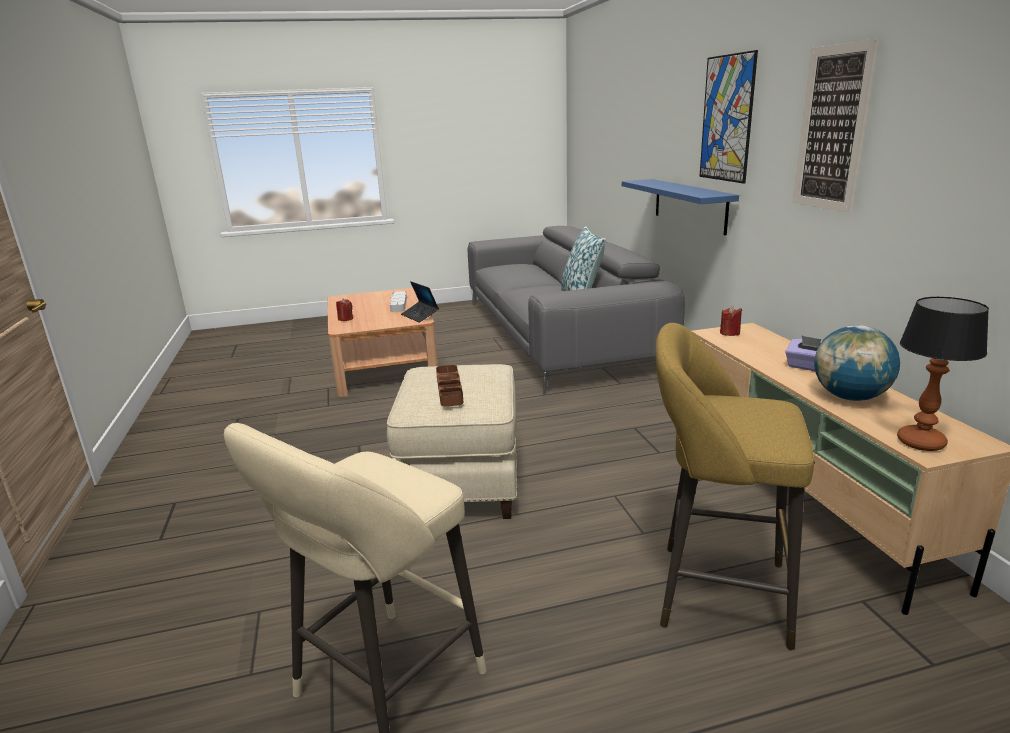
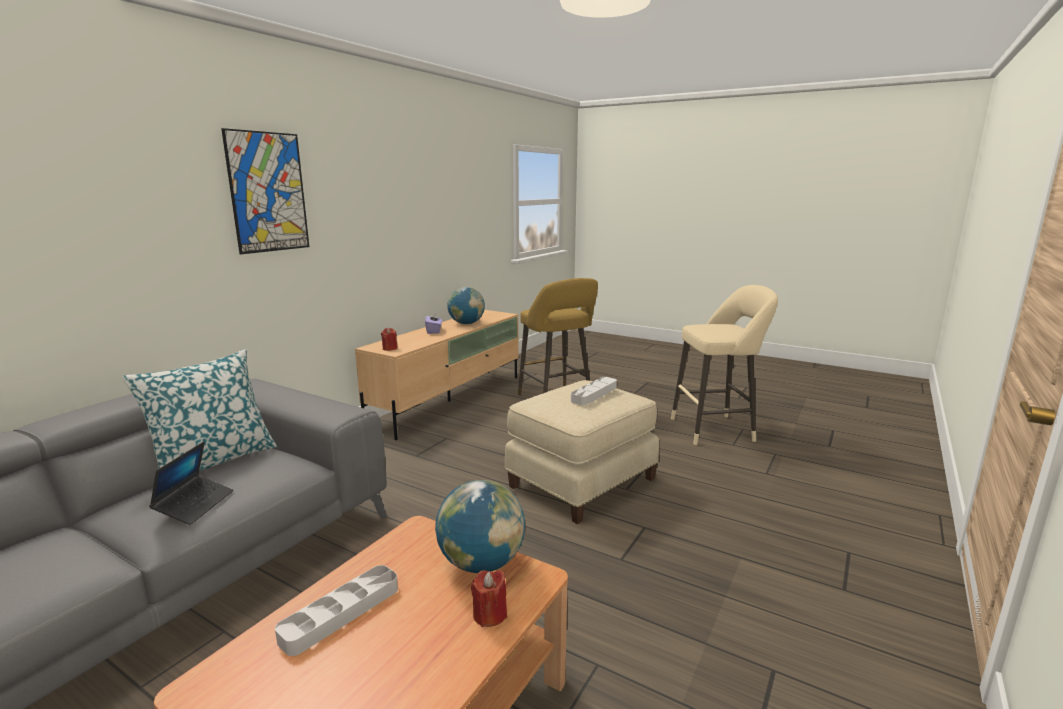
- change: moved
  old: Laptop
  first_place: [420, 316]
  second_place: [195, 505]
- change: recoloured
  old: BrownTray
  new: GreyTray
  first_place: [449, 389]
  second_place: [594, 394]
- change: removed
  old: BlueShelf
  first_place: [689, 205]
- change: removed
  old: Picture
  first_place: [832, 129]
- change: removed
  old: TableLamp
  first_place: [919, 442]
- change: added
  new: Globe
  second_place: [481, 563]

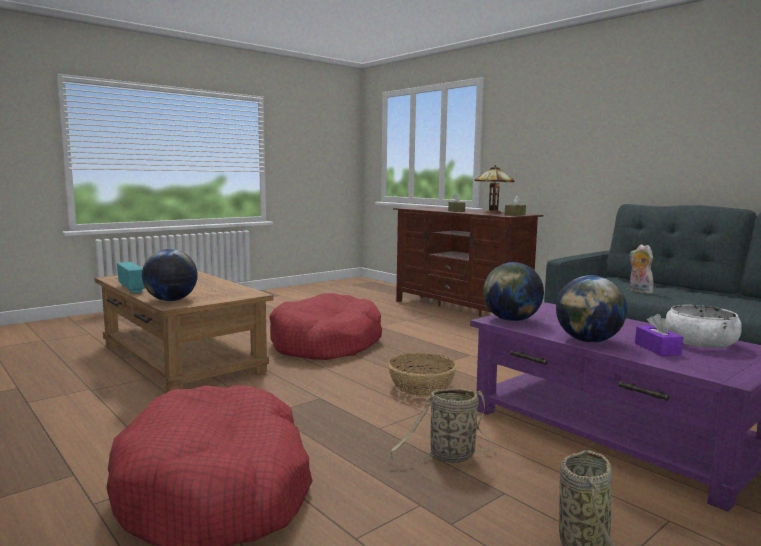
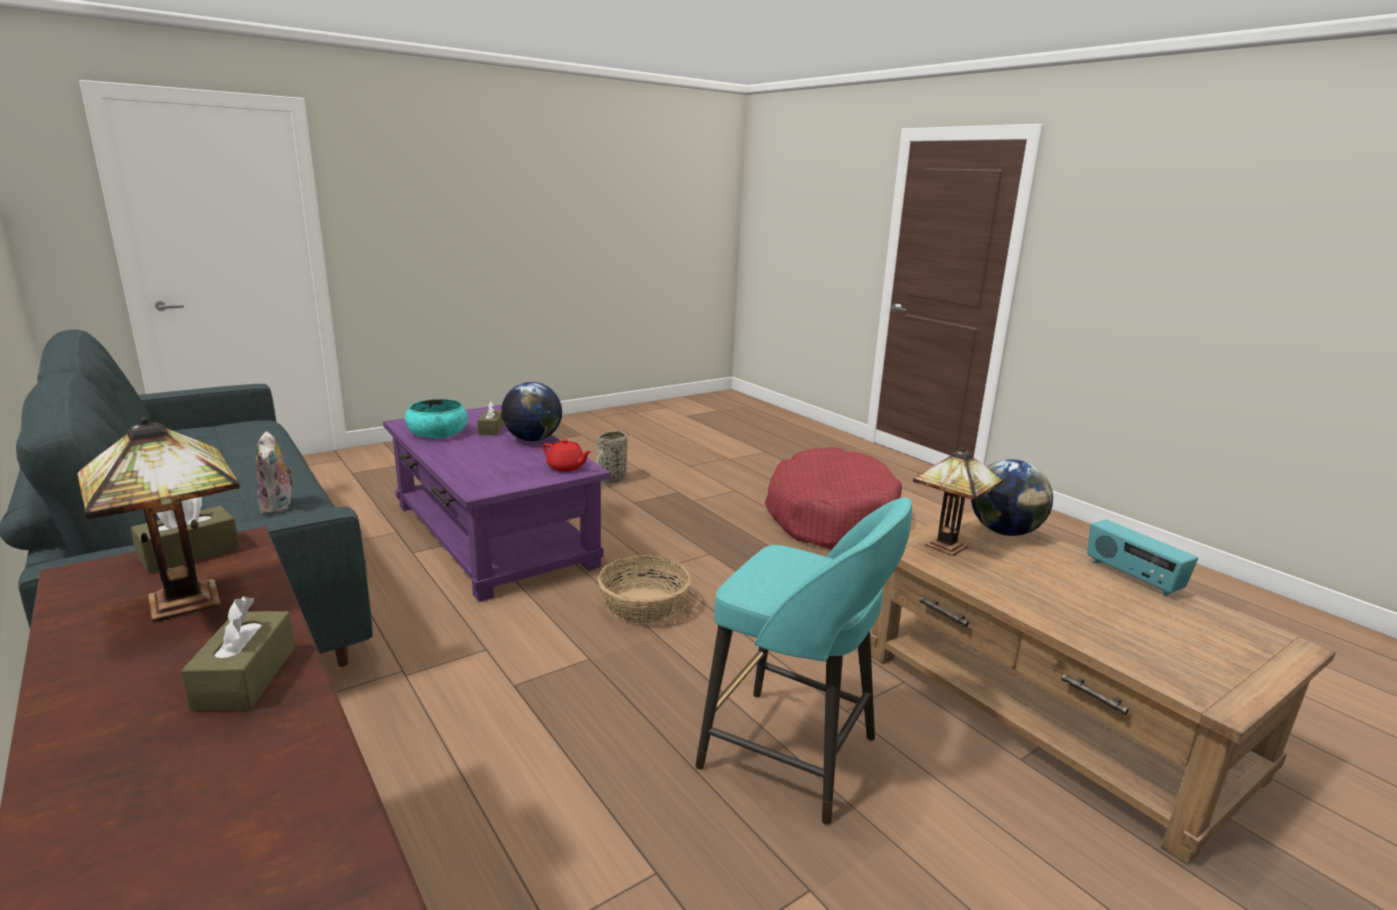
- change: replaced
  old: RedDogBed
  new: TurquoiseStool
  first_place: [326, 343]
  second_place: [793, 755]
- change: removed
  old: Basket
  first_place: [449, 457]
- change: replaced
  old: Globe
  new: RedTeapot
  first_place: [511, 320]
  second_place: [566, 467]
- change: recoloured
  old: PurpleTissueBox
  new: BrownTissueBox
  first_place: [657, 349]
  second_place: [491, 429]
- change: recoloured
  old: WhiteBowl
  new: TurquoiseBowl
  first_place: [700, 342]
  second_place: [438, 433]
- change: added
  new: TableLamp
  second_place: [949, 546]

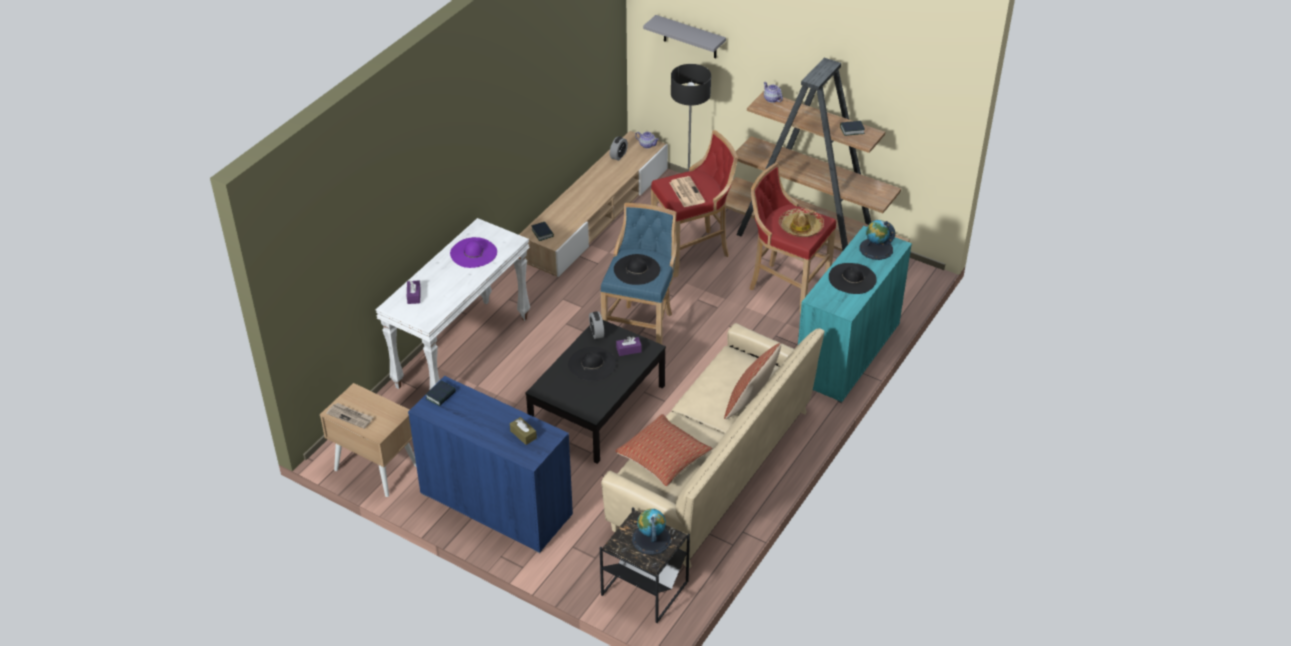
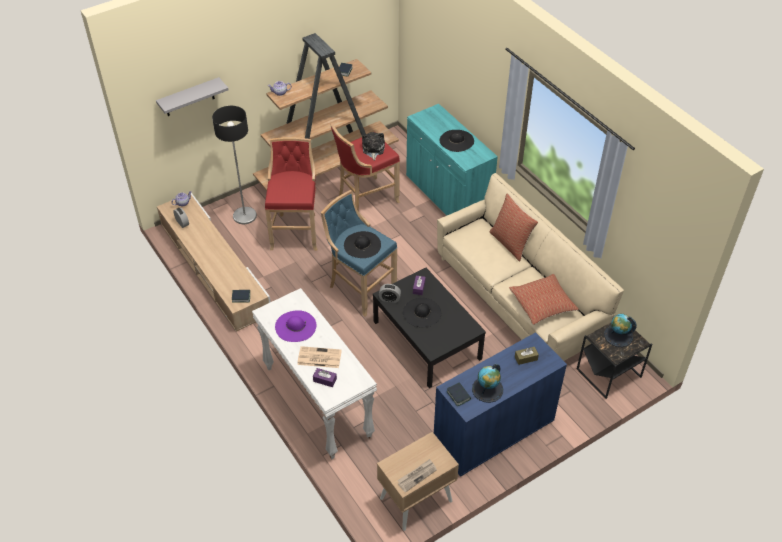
- change: moved
  old: Newspaper
  first_place: [686, 192]
  second_place: [318, 358]
- change: replaced
  old: Hat
  new: PlushToy
  first_place: [800, 227]
  second_place: [373, 149]
- change: moved
  old: Globe
  first_place: [876, 249]
  second_place: [487, 389]

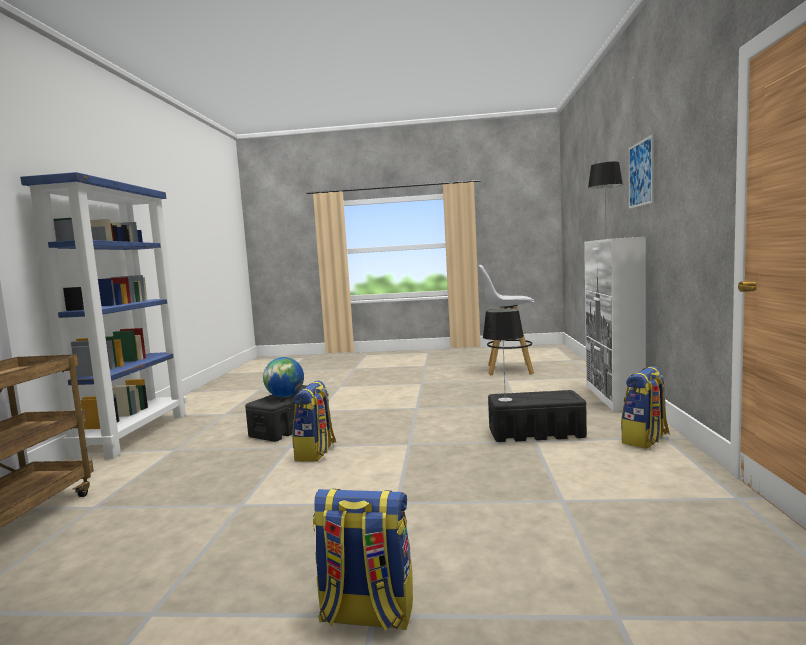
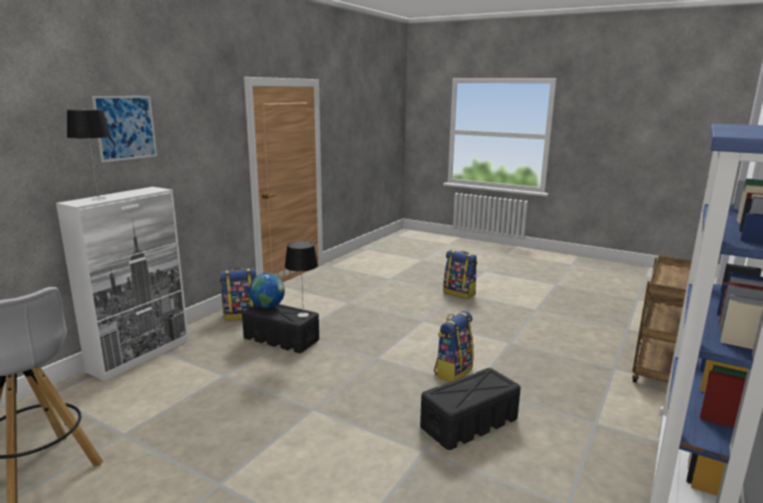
- change: moved
  old: Globe
  first_place: [285, 396]
  second_place: [267, 307]

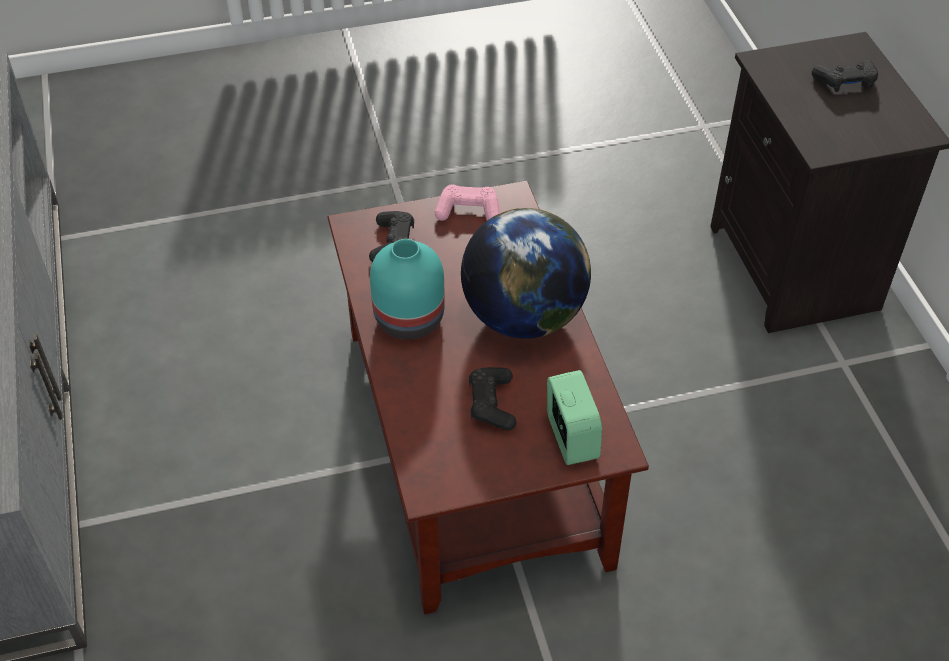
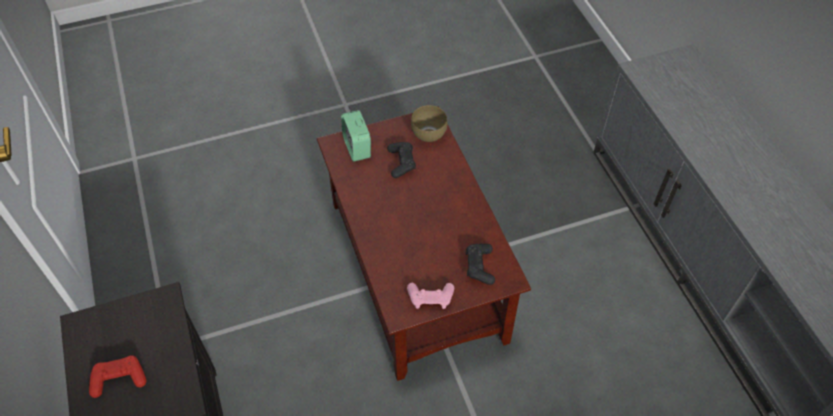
- change: removed
  old: TurquoiseVase
  first_place: [407, 318]
- change: removed
  old: Globe
  first_place: [524, 317]
- change: recoloured
  old: BlackGameController
  new: RedGameController
  first_place: [845, 82]
  second_place: [119, 379]
- change: added
  new: BrownBowl
  second_place: [427, 135]

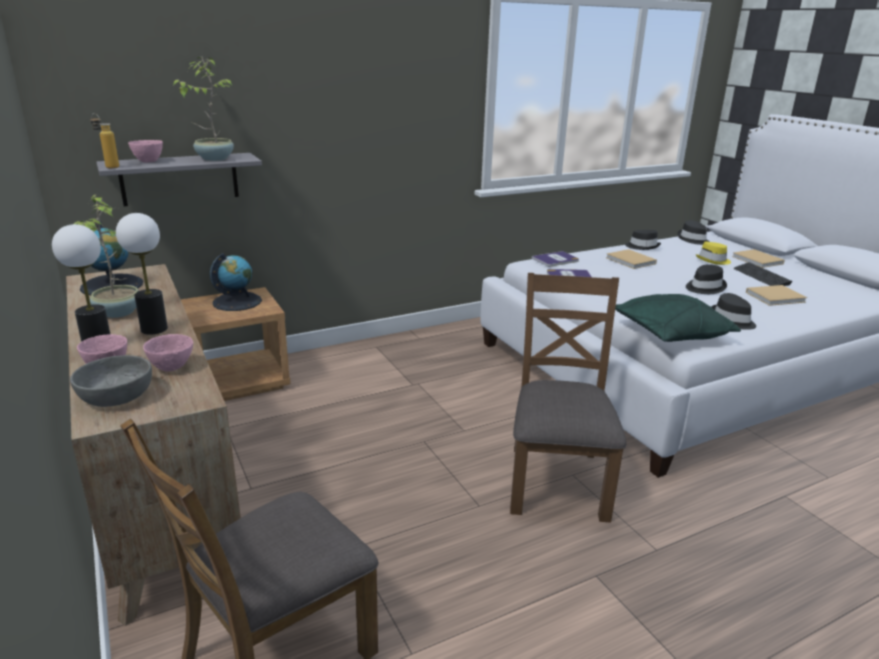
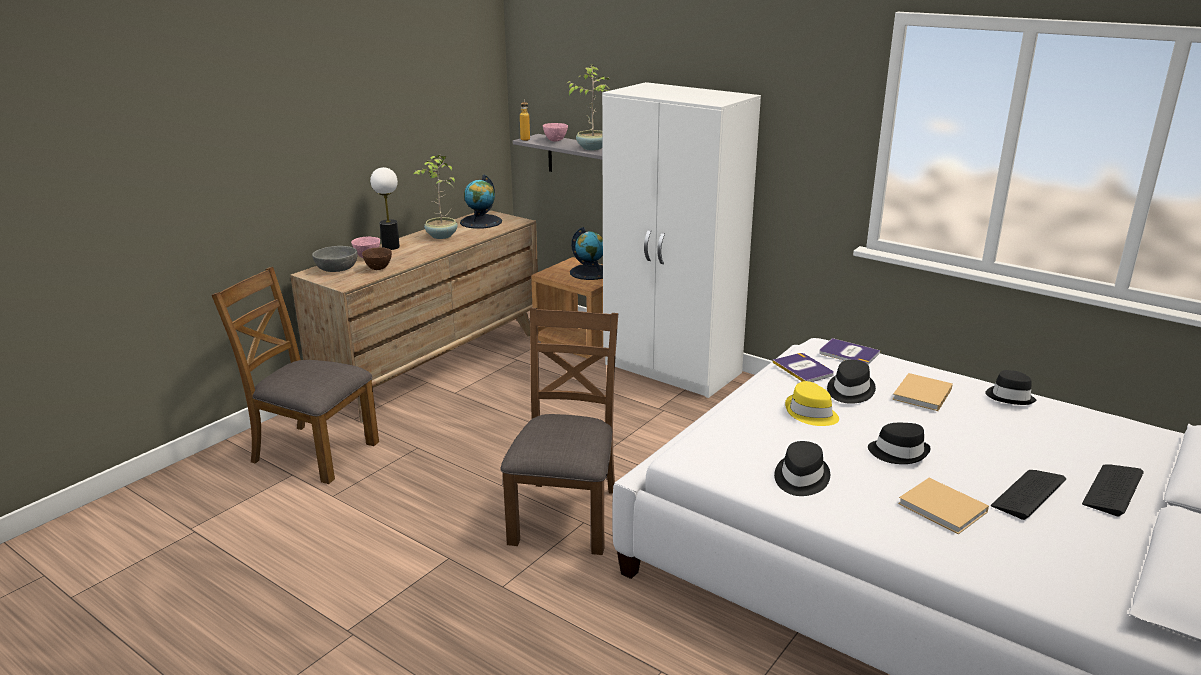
- change: removed
  old: TableLamp
  first_place: [154, 329]
- change: recoloured
  old: PinkBowl
  new: BrownBowl
  first_place: [171, 367]
  second_place: [379, 268]
- change: turned
  old: BrownChair
  first_place: [556, 481]
  second_place: [566, 515]
  degrees: -60
- change: removed
  old: GreenPillow
  first_place: [670, 333]
- change: moved
  old: BlackHat
  first_place: [693, 240]
  second_place: [849, 391]
- change: moved
  old: YellowHat
  first_place: [713, 260]
  second_place: [811, 414]
- change: replaced
  old: BeigeBook
  new: Keyboard
  first_place: [758, 260]
  second_place: [1112, 490]
- change: added
  new: WhiteWardrobe
  second_place: [672, 369]

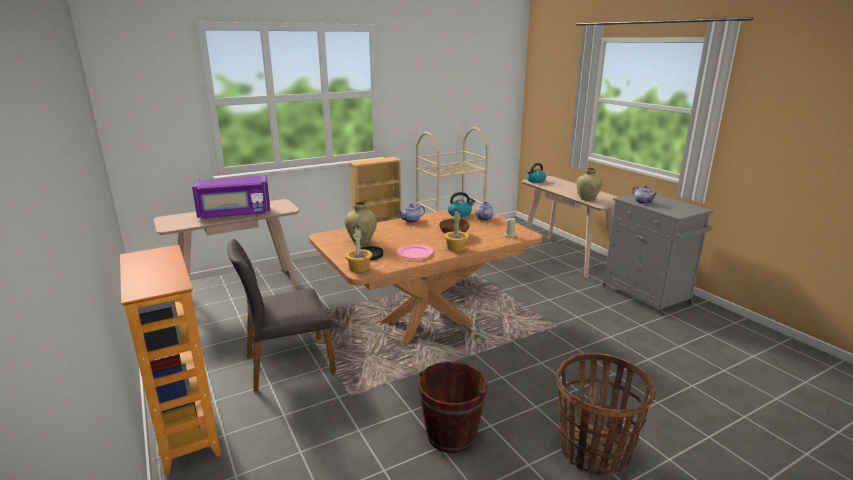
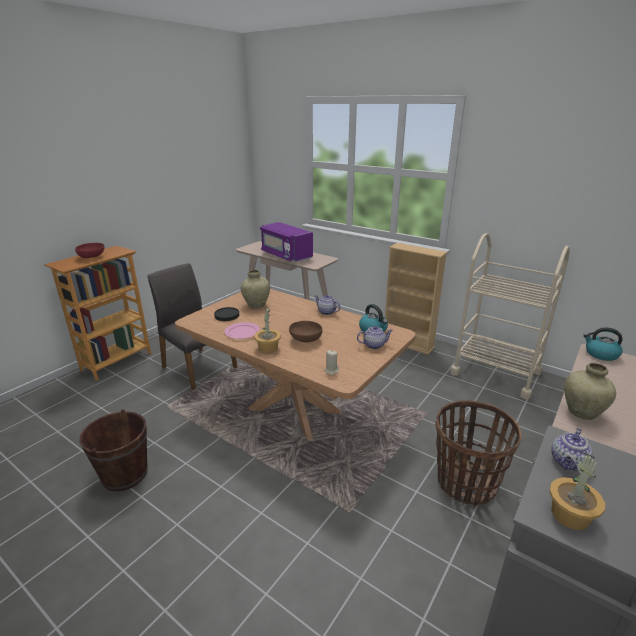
- change: moved
  old: PottedPlant
  first_place: [359, 268]
  second_place: [569, 515]
- change: moved
  old: Basket
  first_place: [594, 452]
  second_place: [465, 483]
- change: added
  new: RedBowl
  second_place: [92, 257]

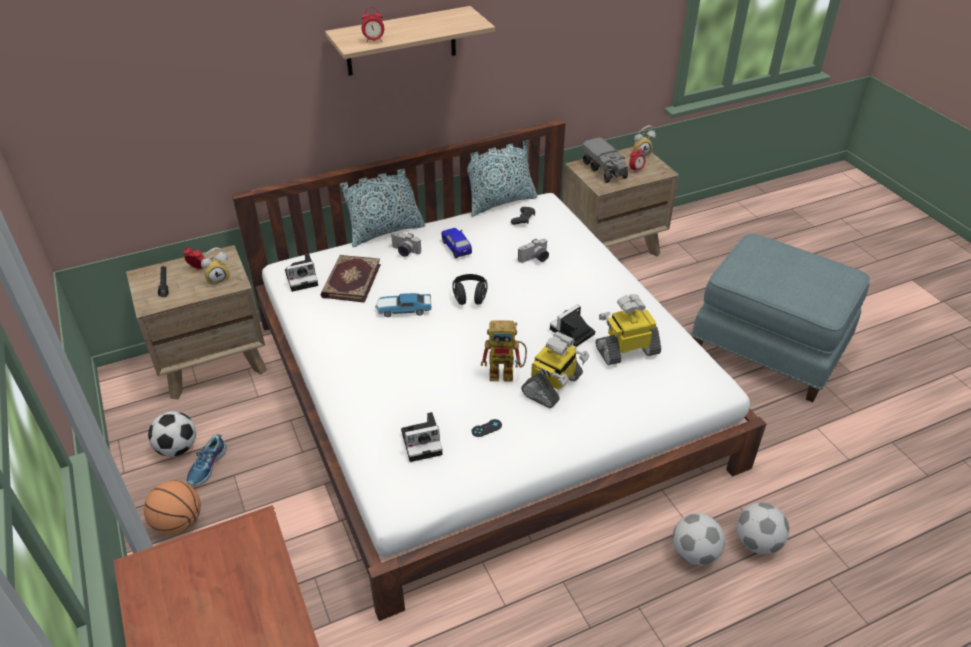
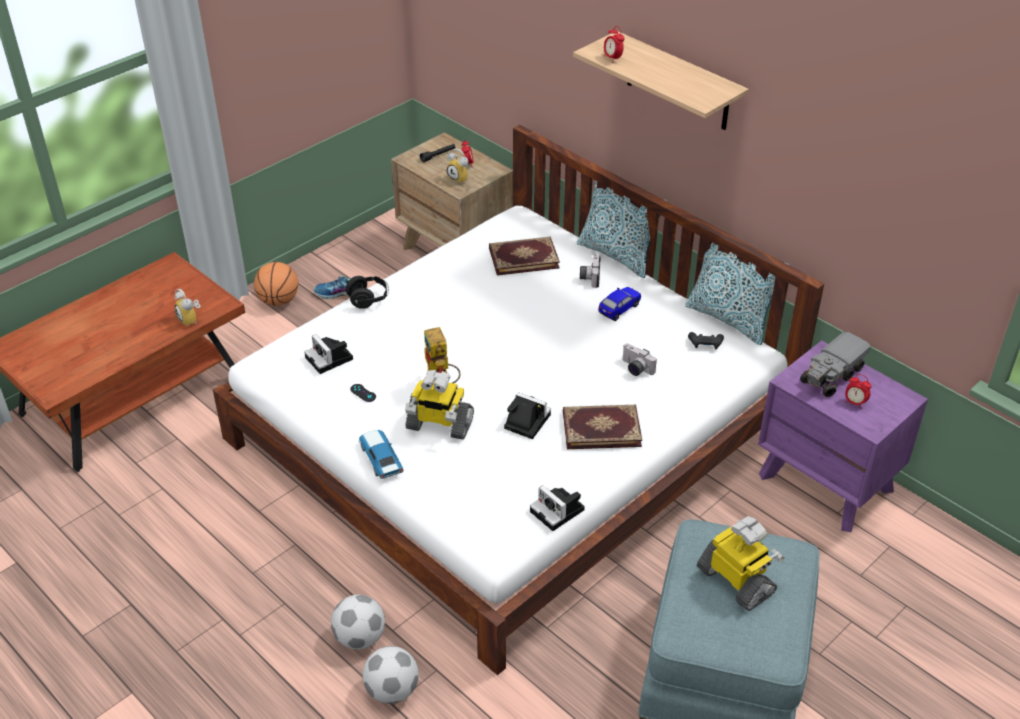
- change: removed
  old: Football
  first_place: [177, 448]
- change: moved
  old: PhotoCamera
  first_place: [303, 278]
  second_place: [559, 511]
- change: moved
  old: ToyCar
  first_place: [403, 309]
  second_place: [380, 458]
- change: moved
  old: BlackHeadphones
  first_place: [470, 296]
  second_place: [368, 299]
- change: recoloured
  old: BrownNightstand
  new: PurpleNightstand
  first_place: [612, 248]
  second_place: [826, 482]
- change: moved
  old: ToyRobot
  first_place: [627, 350]
  second_place: [737, 581]
- change: moved
  old: AlarmClock
  first_place: [641, 153]
  second_place: [191, 320]
- change: added
  new: Book
  second_place: [601, 428]

